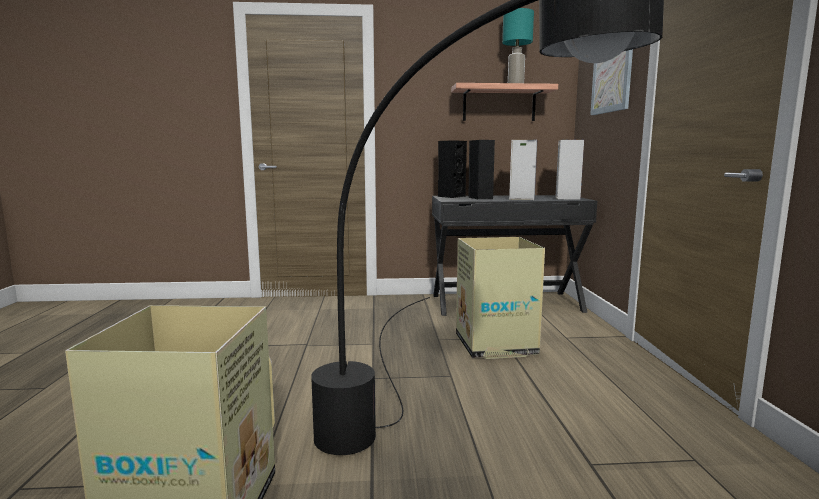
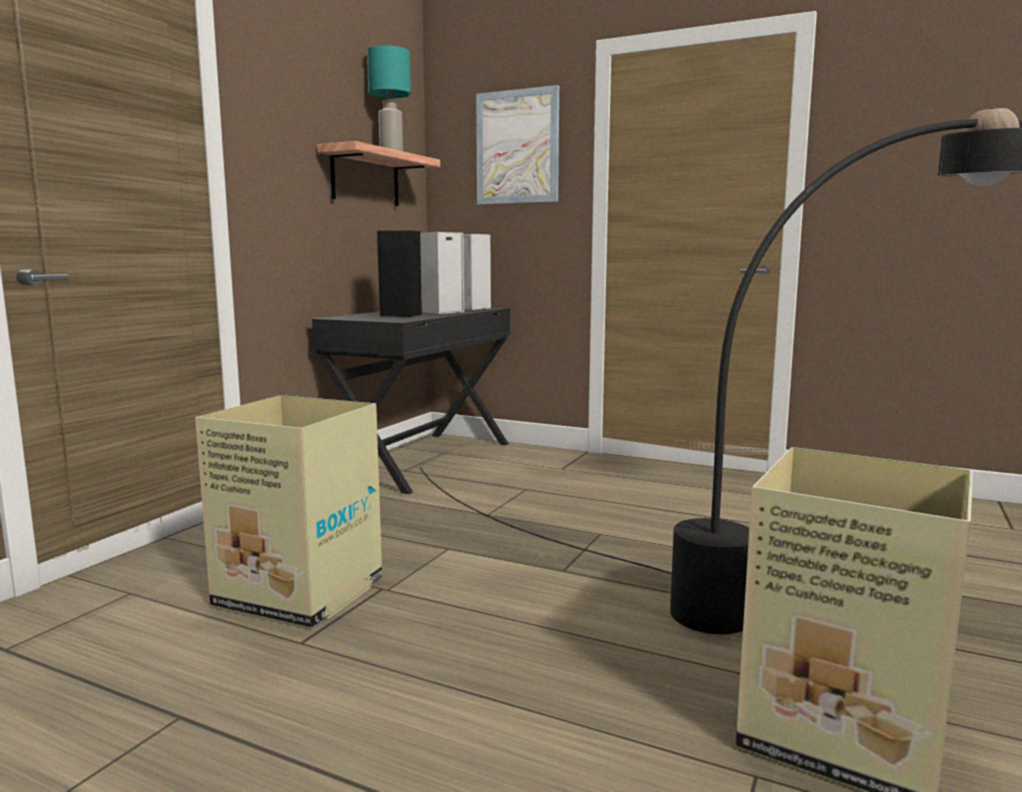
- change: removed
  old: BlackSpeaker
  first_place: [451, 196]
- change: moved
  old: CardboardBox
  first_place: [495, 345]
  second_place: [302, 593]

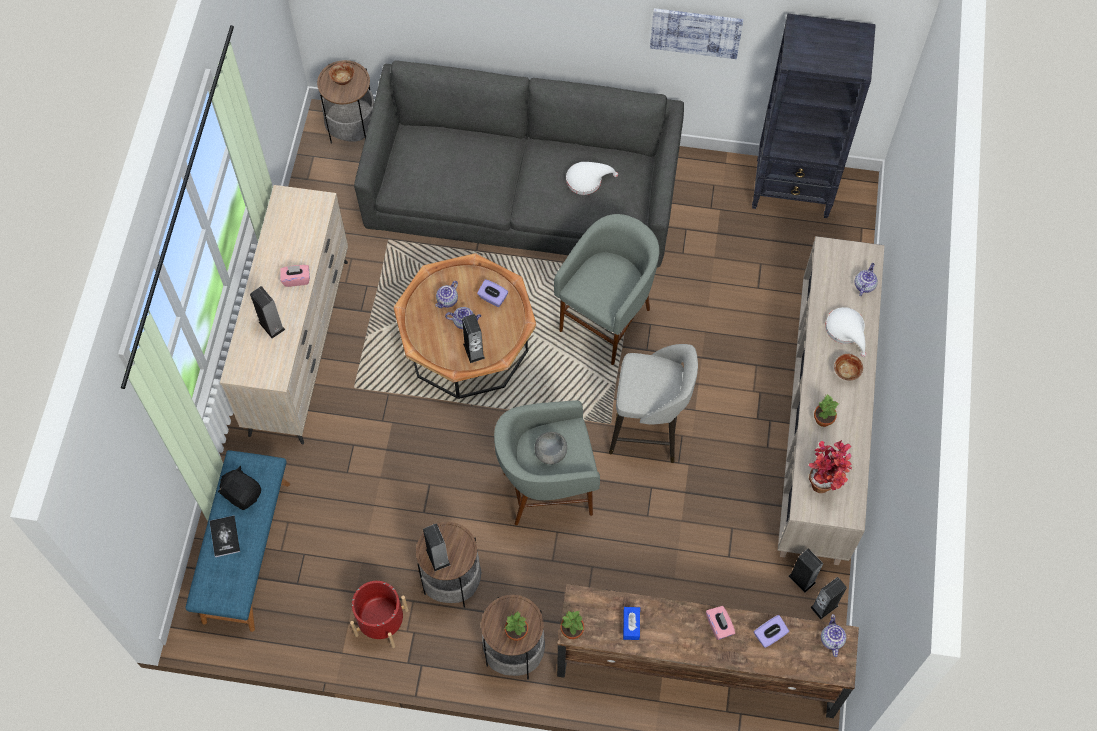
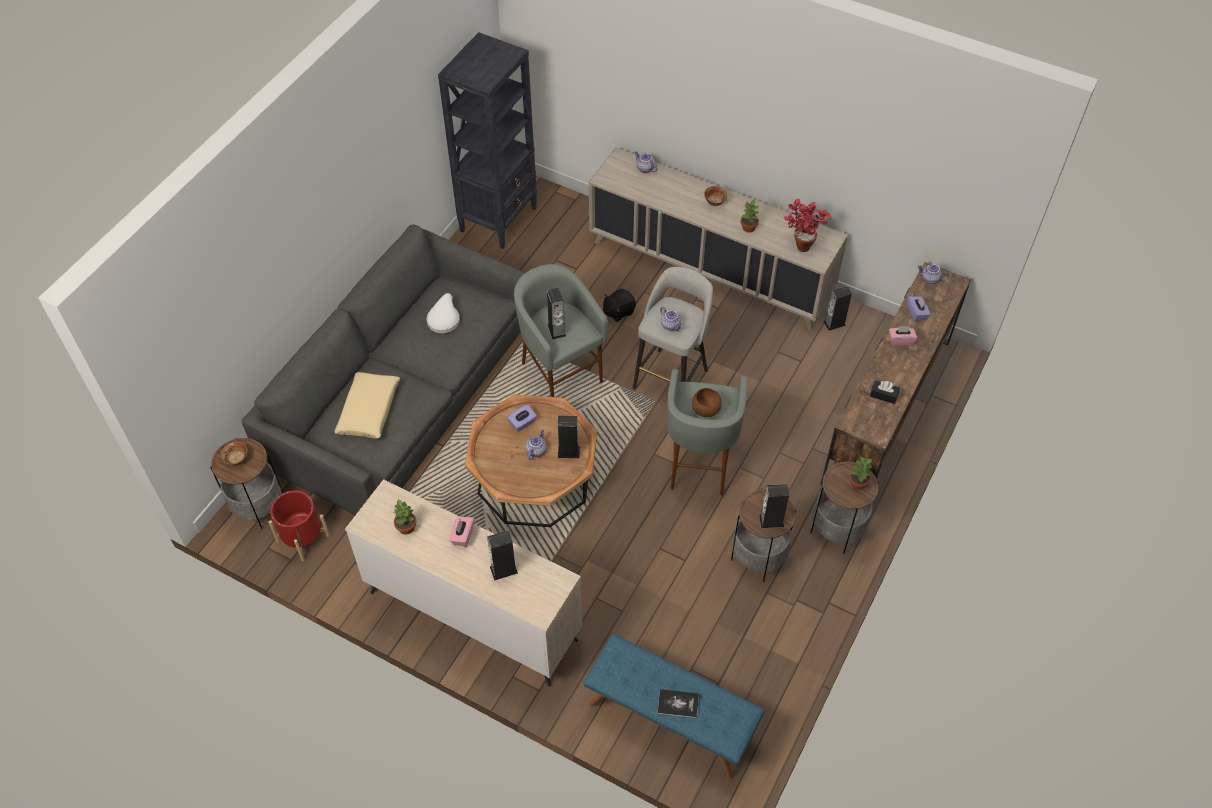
- change: moved
  old: BlackPlushToy
  first_place: [242, 493]
  second_place: [618, 311]
- change: moved
  old: RedPlanter
  first_place: [381, 622]
  second_place: [303, 538]
- change: moved
  old: Teapot
  first_place: [447, 301]
  second_place: [671, 325]
- change: recoloured
  old: GreyBowl
  new: BrownBowl
  first_place: [550, 453]
  second_place: [706, 410]
- change: moved
  old: PottedPlant
  first_place: [572, 630]
  second_place: [406, 527]
- change: recoloured
  old: BlueTissueBox
  new: BlackTissueBox
  first_place: [631, 625]
  second_place: [883, 395]
- change: removed
  old: Picture
  first_place: [696, 32]
- change: moved
  old: Speaker
  first_place: [824, 606]
  second_place: [556, 330]
- change: removed
  old: WhiteHat
  first_place: [846, 330]
- change: added
  new: BeigePillow
  second_place: [369, 410]

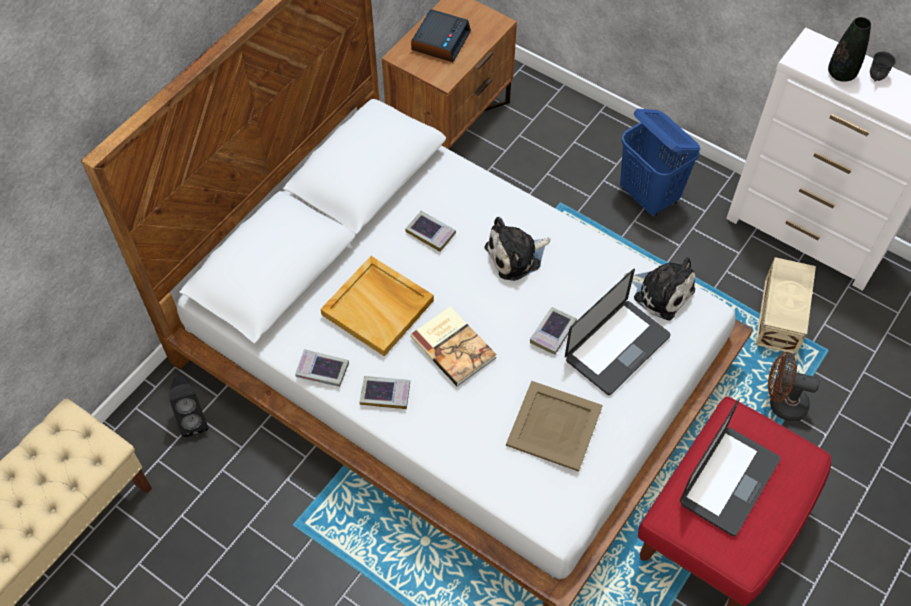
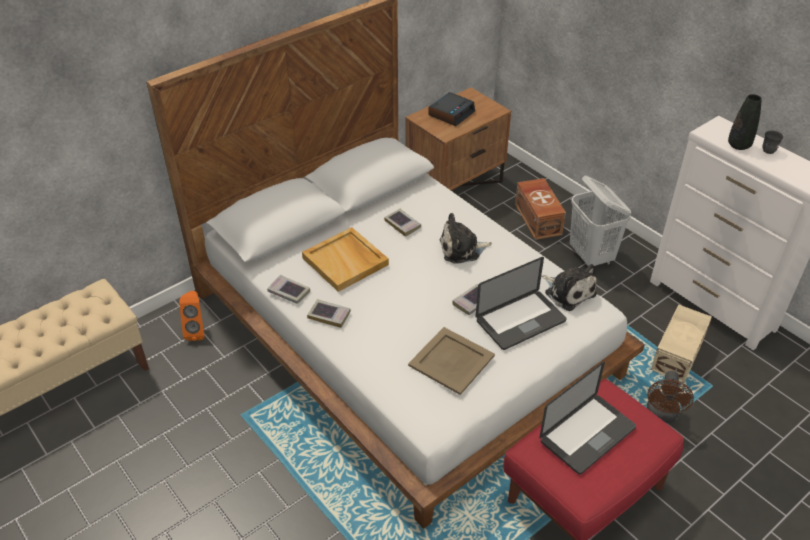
- change: recoloured
  old: BlackSpeaker
  new: OrangeSpeaker
  first_place: [193, 419]
  second_place: [197, 331]
- change: removed
  old: Book
  first_place: [454, 346]
- change: recoloured
  old: BlueLaundryBasket
  new: WhiteLaundryBasket
  first_place: [649, 196]
  second_place: [591, 256]
- change: turned
  old: BrownFan
  first_place: [781, 403]
  second_place: [662, 415]
  degrees: -105
- change: added
  new: BrownStorageBox
  second_place: [538, 218]

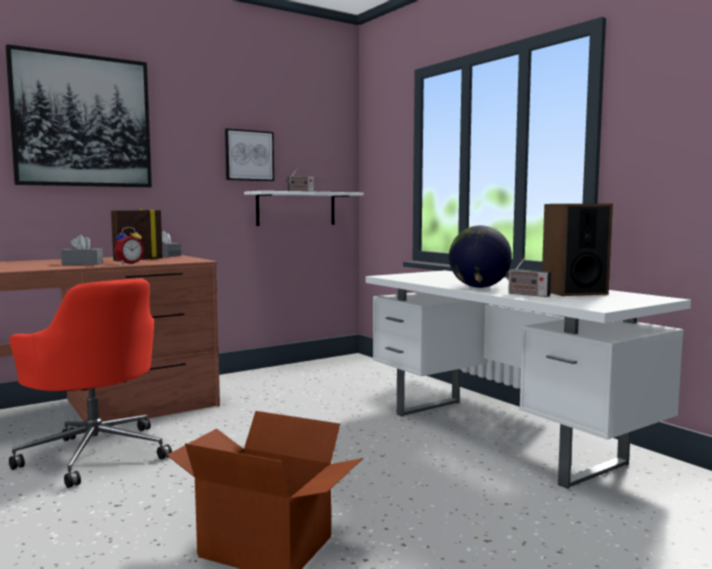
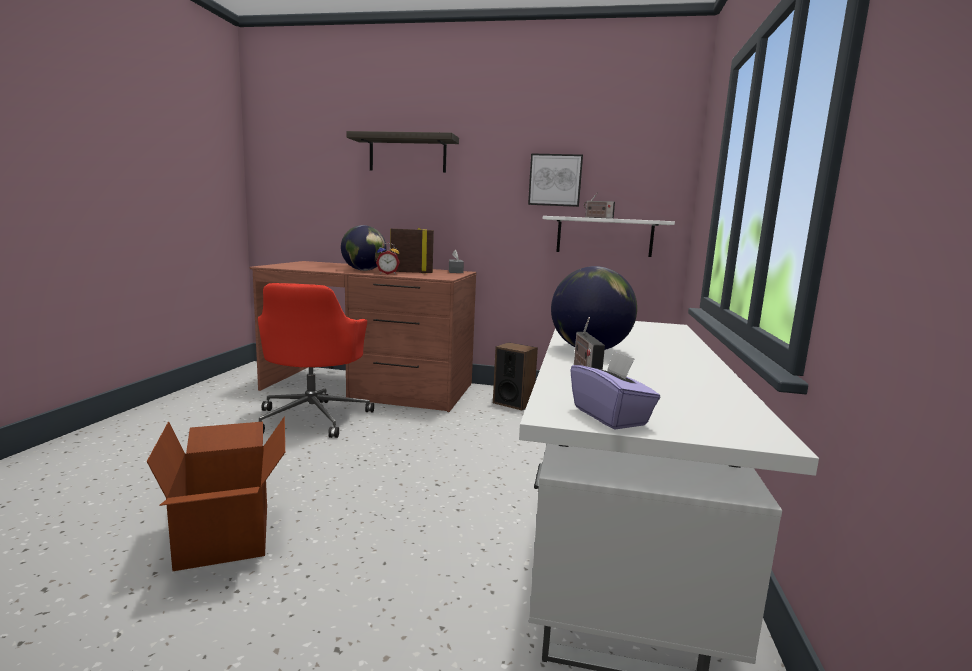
- change: replaced
  old: Picture
  new: Shelf
  first_place: [82, 121]
  second_place: [407, 154]
- change: replaced
  old: GreyTissueBox
  new: Globe
  first_place: [82, 264]
  second_place: [364, 270]
- change: moved
  old: Speaker
  first_place: [573, 292]
  second_place: [513, 403]
- change: added
  new: PurpleTissueBox
  second_place: [610, 416]

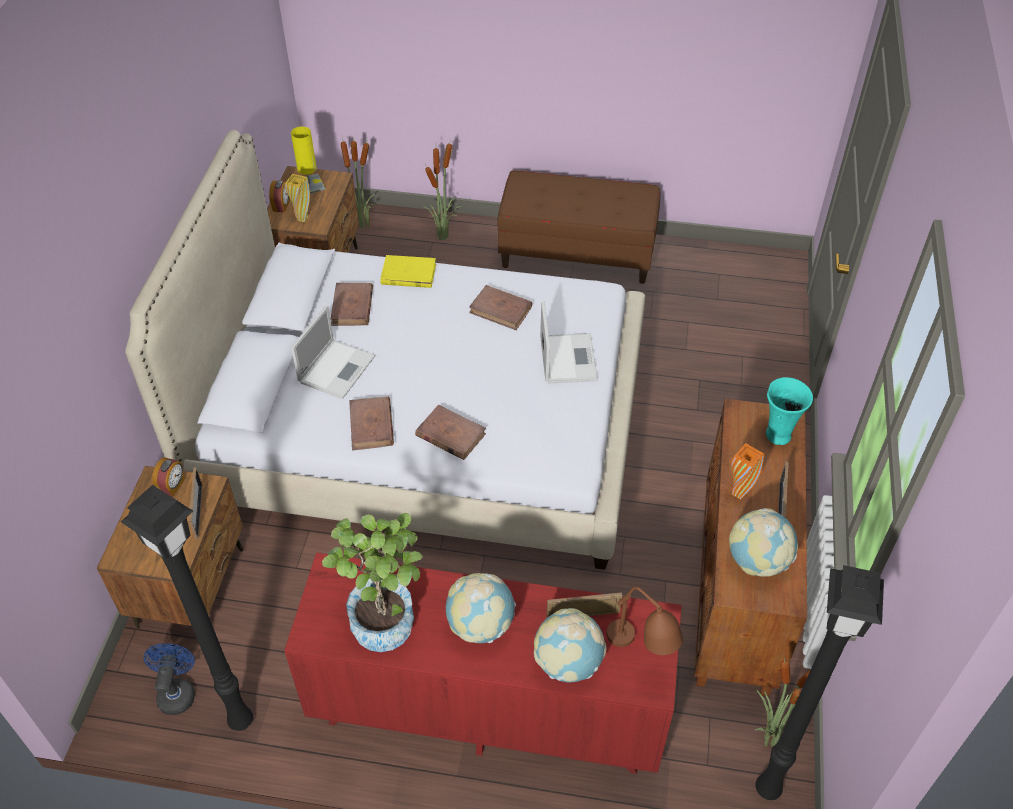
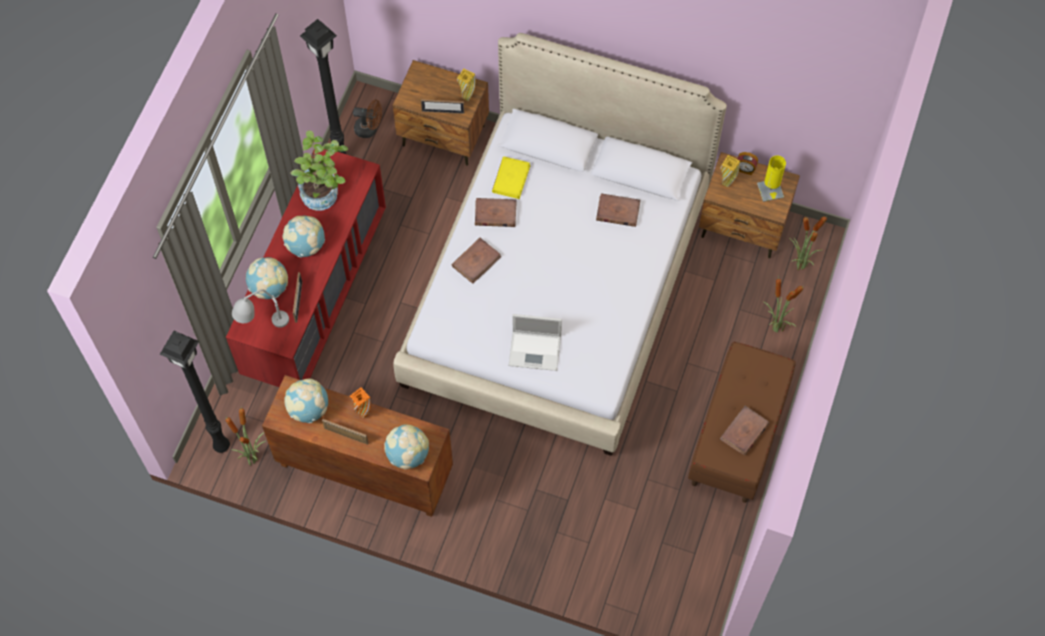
- change: recoloured
  old: BlueFan
  new: BrownFan
  first_place: [177, 692]
  second_place: [369, 129]
- change: replaced
  old: AlarmClock
  new: YellowVase
  first_place: [173, 486]
  second_place: [467, 97]
- change: removed
  old: Laptop
  first_place: [337, 368]
- change: moved
  old: YellowBook
  first_place: [408, 274]
  second_place: [511, 179]
- change: moved
  old: BrownBook
  first_place: [501, 310]
  second_place: [744, 432]
- change: recoloured
  old: BrownTableLamp
  new: GreyTableLamp
  first_place: [640, 657]
  second_place: [262, 327]
- change: replaced
  old: TurquoiseVase
  new: Globe
  first_place: [778, 434]
  second_place: [408, 455]

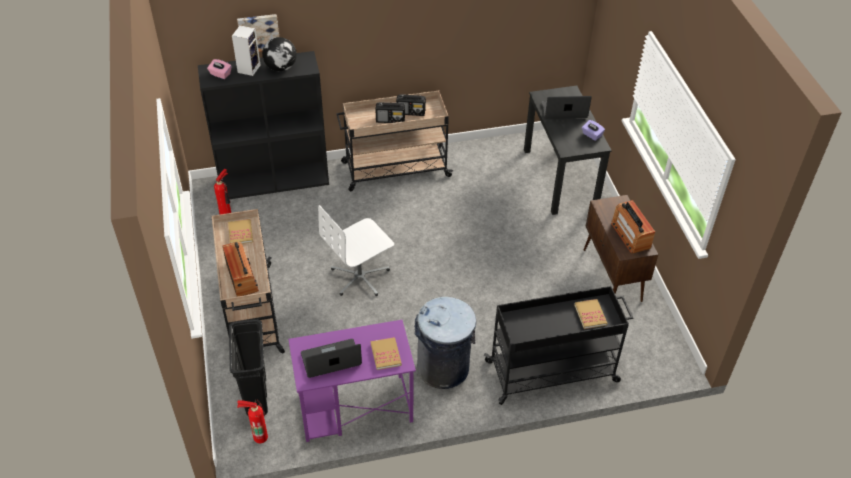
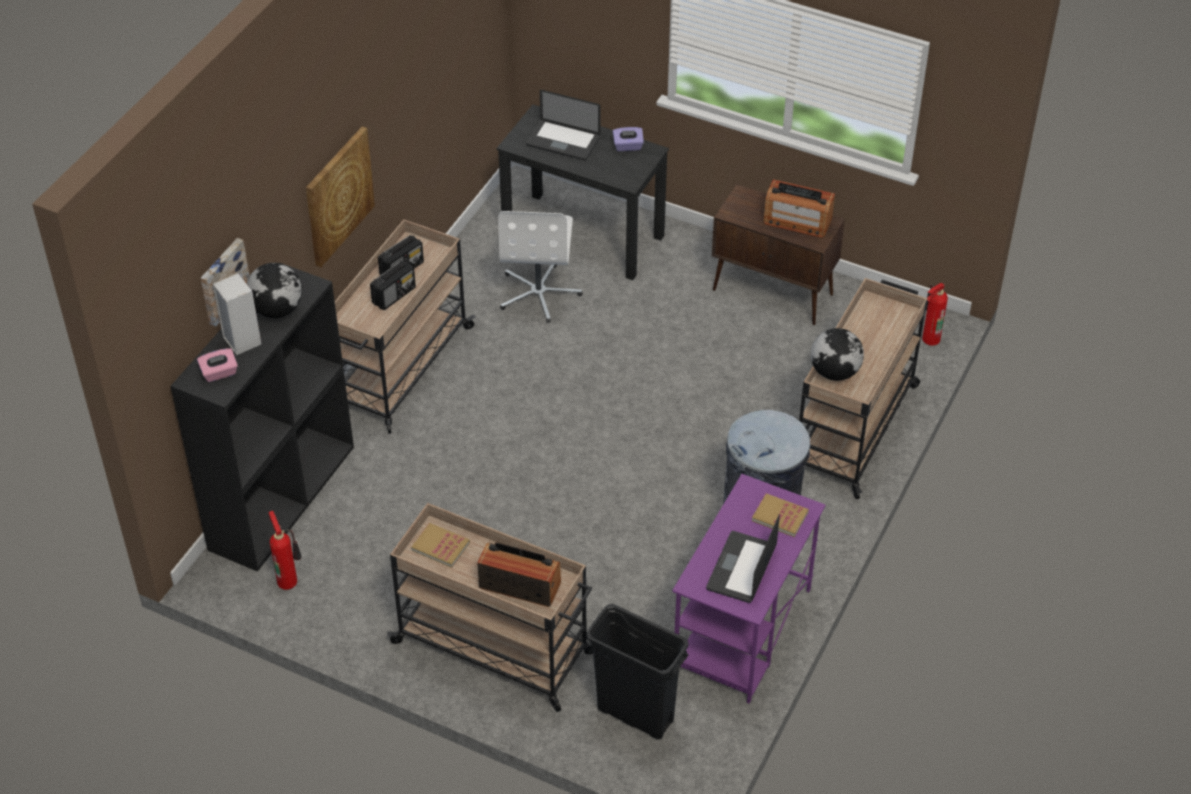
- change: moved
  old: FireExtinguisher
  first_place: [259, 435]
  second_place: [928, 339]
- change: moved
  old: WhiteOfficeChair
  first_place: [360, 277]
  second_place: [539, 293]
- change: recoloured
  old: BlackCart
  new: BeigeCart
  first_place: [553, 371]
  second_place: [854, 427]
- change: turned
  old: Laptop
  first_place: [564, 110]
  second_place: [563, 141]
  degrees: -105
- change: removed
  old: Book
  first_place: [590, 315]
- change: added
  new: Picture
  second_place: [338, 196]
- change: added
  new: Globe
  second_place: [835, 372]

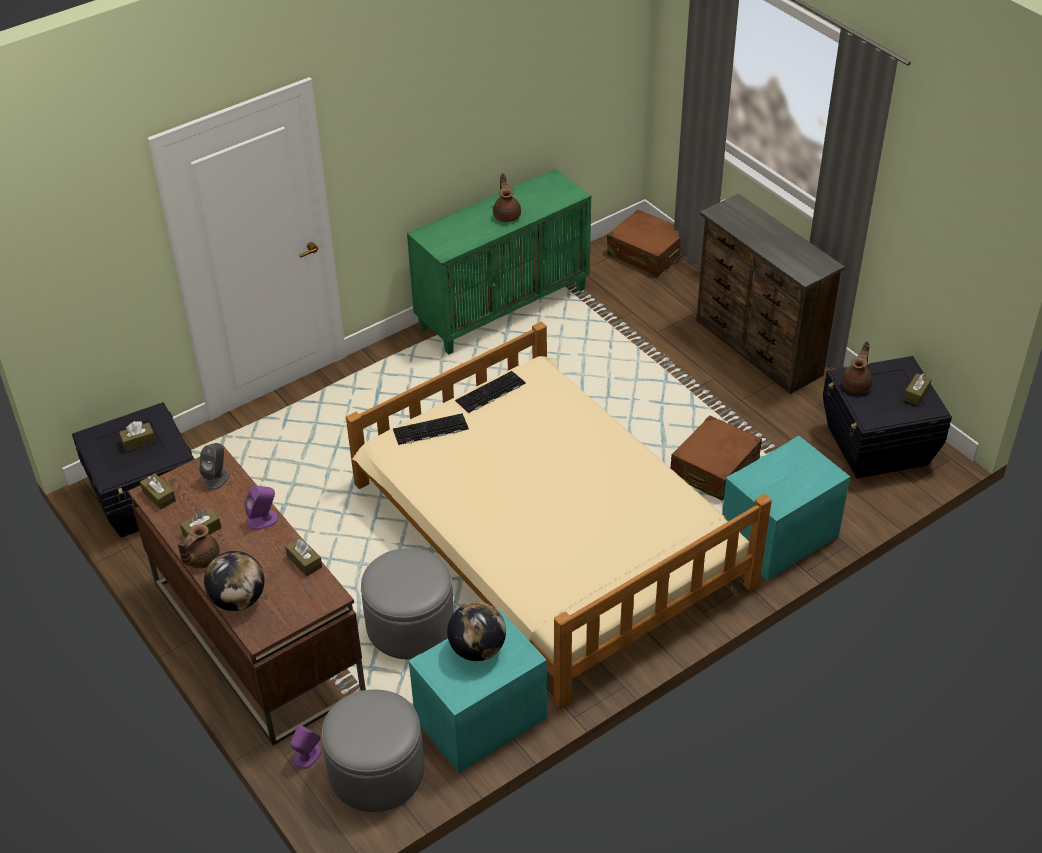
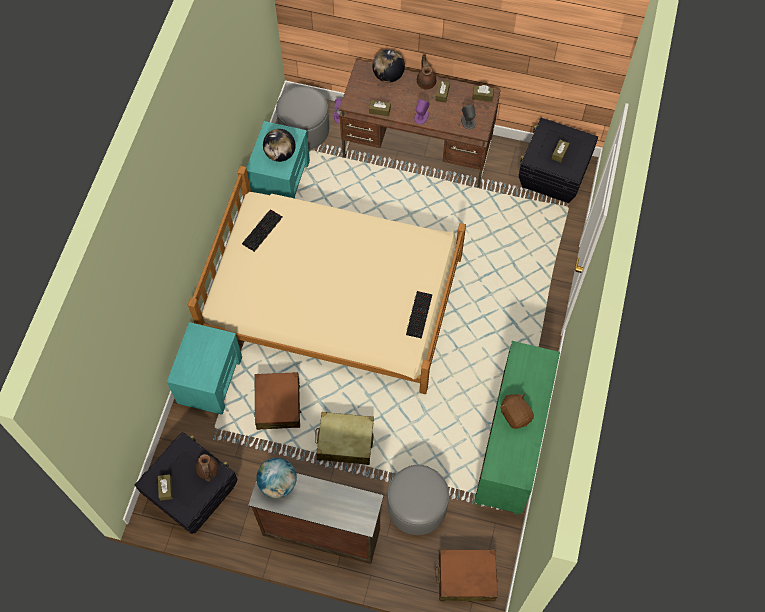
- change: moved
  old: GreyOttoman
  first_place: [410, 625]
  second_place: [417, 506]
- change: moved
  old: Keyboard
  first_place: [430, 430]
  second_place: [262, 229]
- change: replaced
  old: BrownTeapot
  new: BrownPlushToy
  first_place: [507, 215]
  second_place: [515, 415]
- change: added
  new: Globe
  second_place: [278, 483]
- change: added
  new: BeigeSuitcase
  second_place: [345, 442]

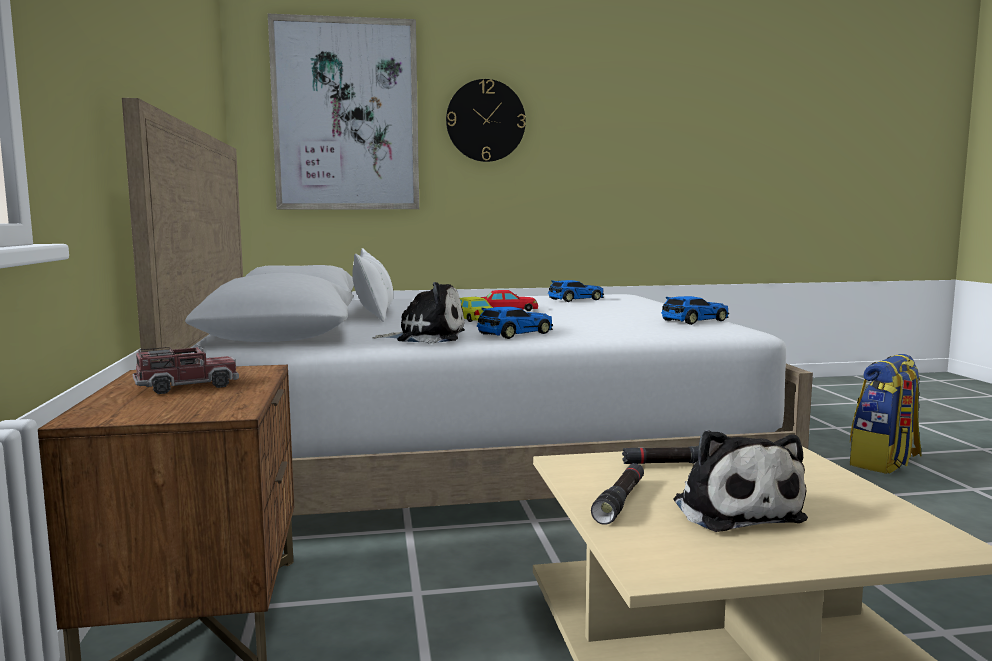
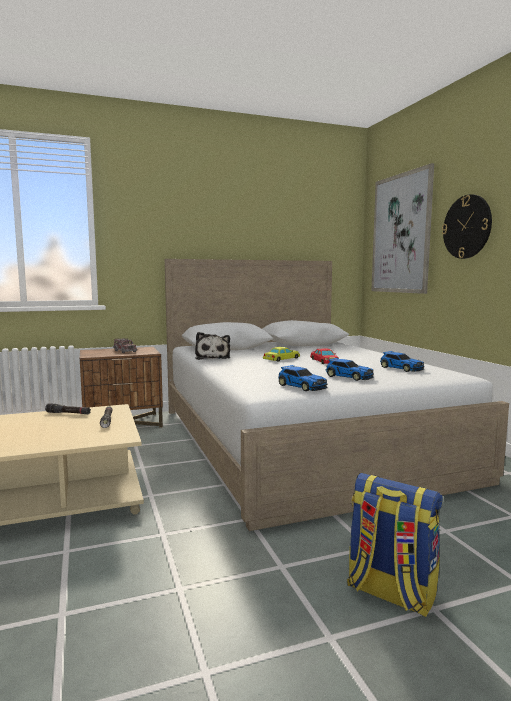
- change: removed
  old: WhitePillow
  first_place: [374, 312]
- change: moved
  old: ToyCar
  first_place: [514, 334]
  second_place: [348, 377]
- change: removed
  old: PlushToy
  first_place: [734, 510]

